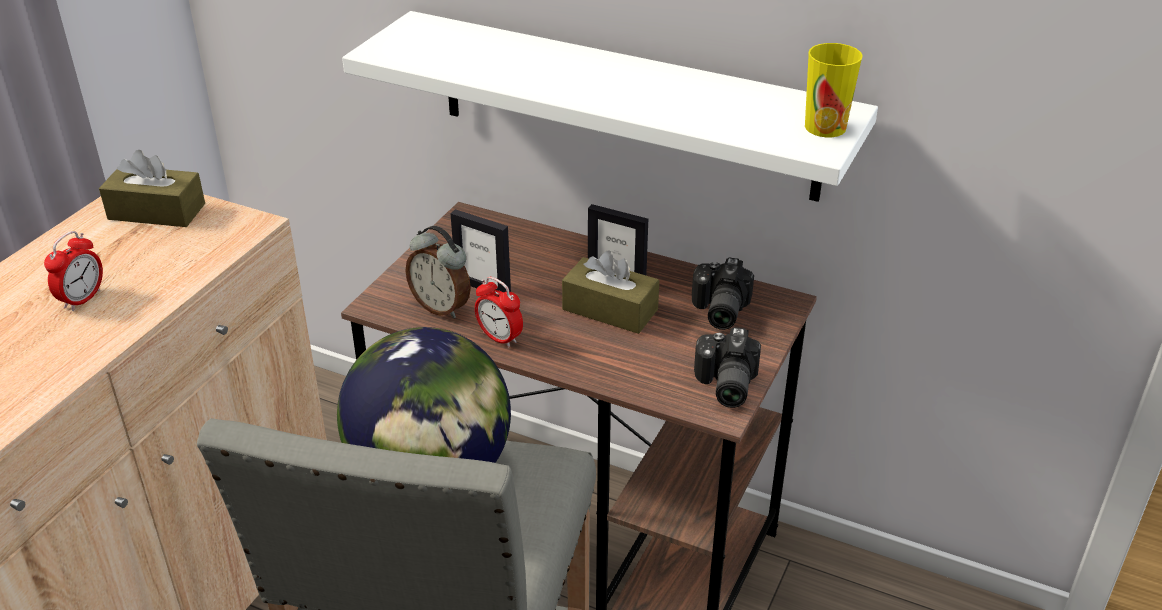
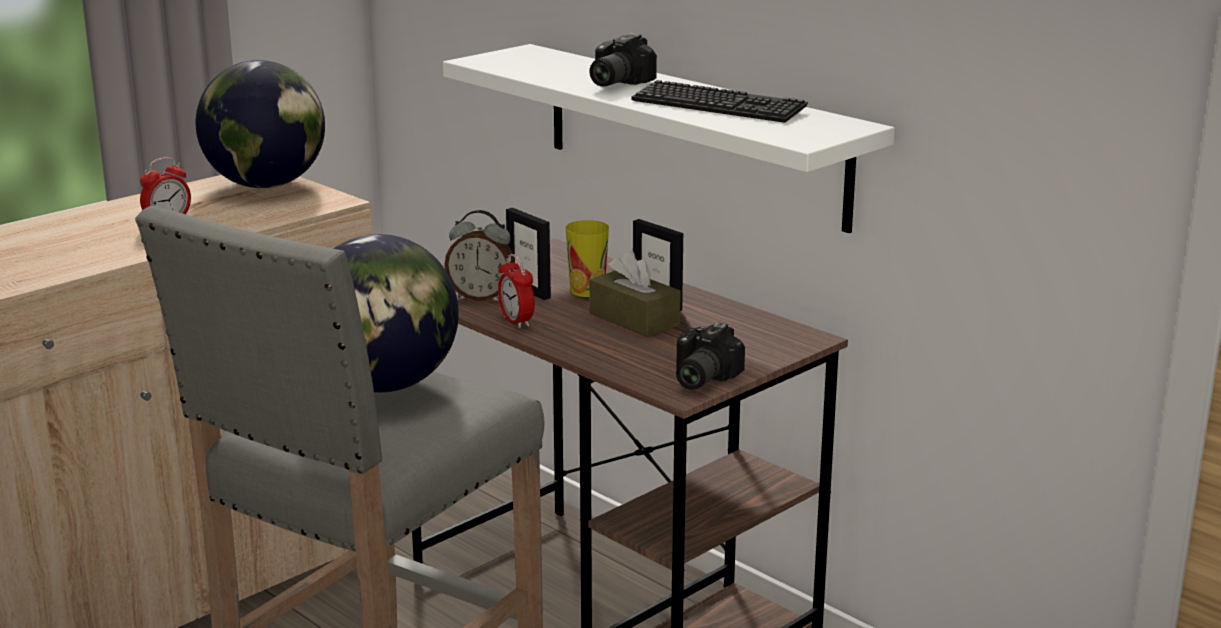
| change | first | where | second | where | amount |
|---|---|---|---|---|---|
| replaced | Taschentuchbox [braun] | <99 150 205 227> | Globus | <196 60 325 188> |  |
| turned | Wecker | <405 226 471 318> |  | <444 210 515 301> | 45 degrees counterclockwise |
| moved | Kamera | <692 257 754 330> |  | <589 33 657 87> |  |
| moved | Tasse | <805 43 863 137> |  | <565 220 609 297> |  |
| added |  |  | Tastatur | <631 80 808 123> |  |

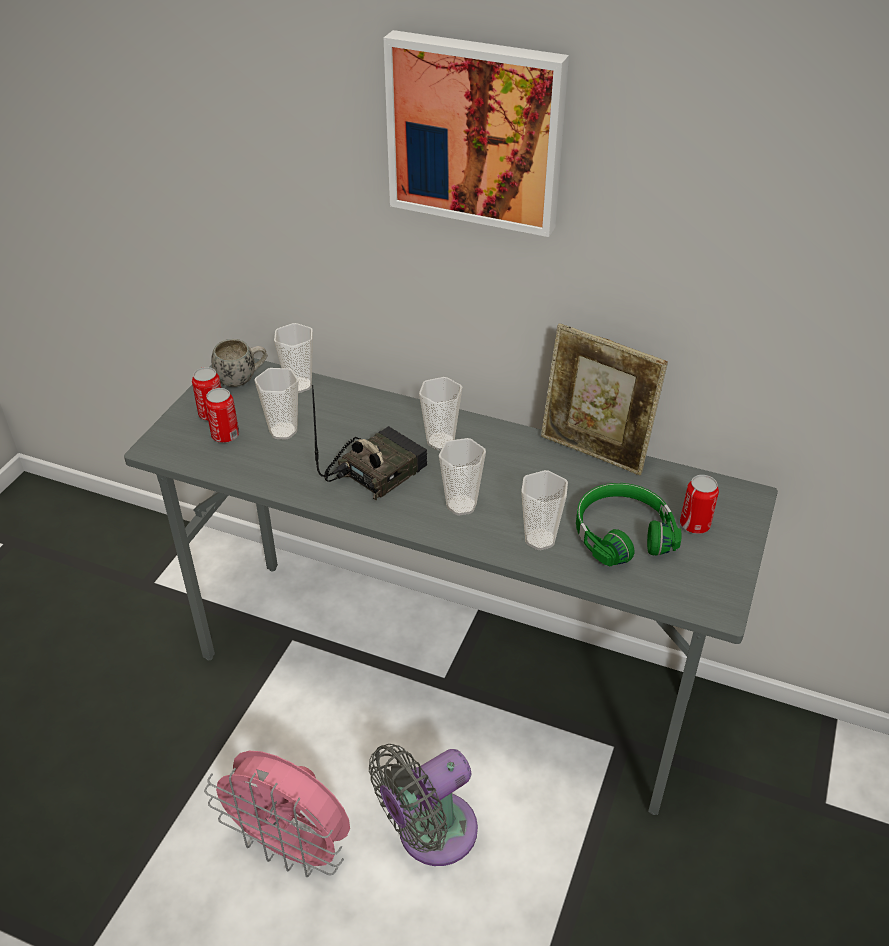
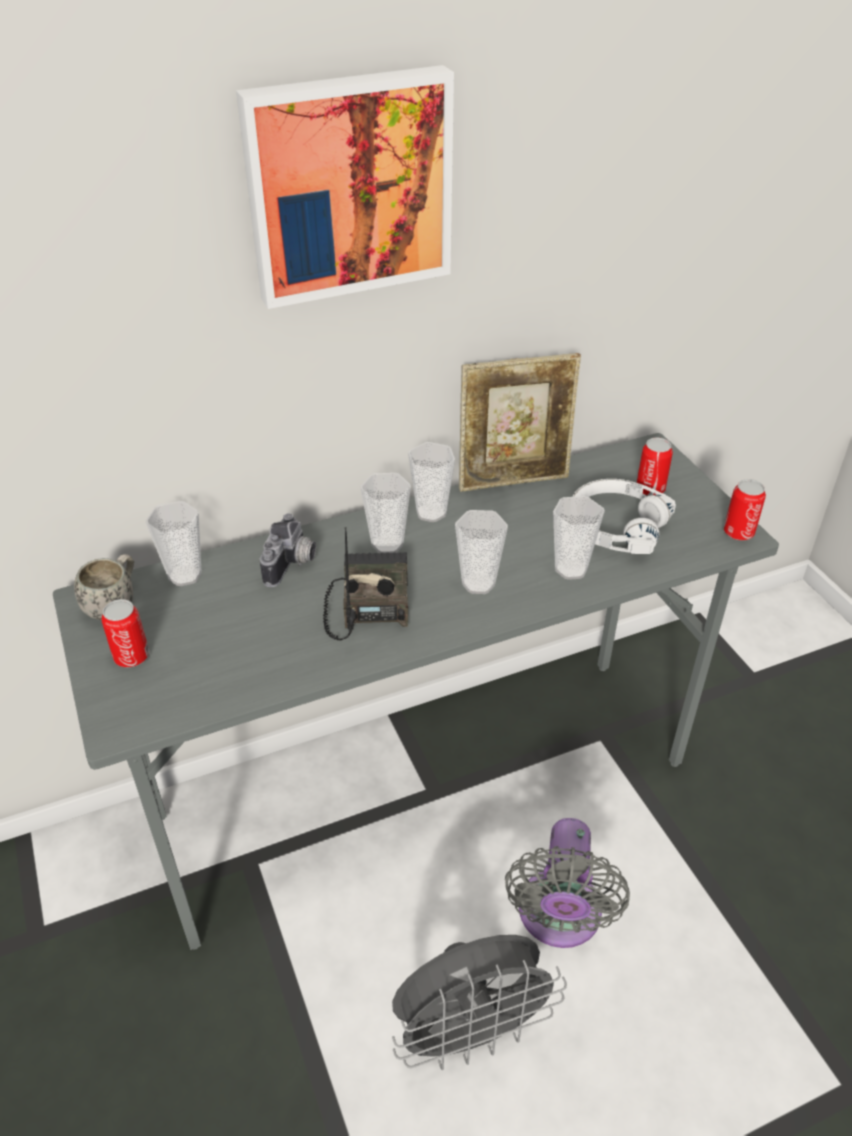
| change | first | where | second | where | amount |
|---|---|---|---|---|---|
| recoloured | Ventilator [rosa] | <204 751 350 877> | Ventilator [grau] | <392 935 567 1070> |  |
| moved | Dose | <205 388 239 443> |  | <724 479 766 540> |  |
| moved | Tasse | <254 368 298 440> |  | <408 442 455 522> |  |
| recoloured | Kopfhörer [grün] | <576 483 682 567> | Kopfhörer [weiß] | <572 479 676 554> |  |
| added |  |  | Kamera | <260 513 316 587> |  |

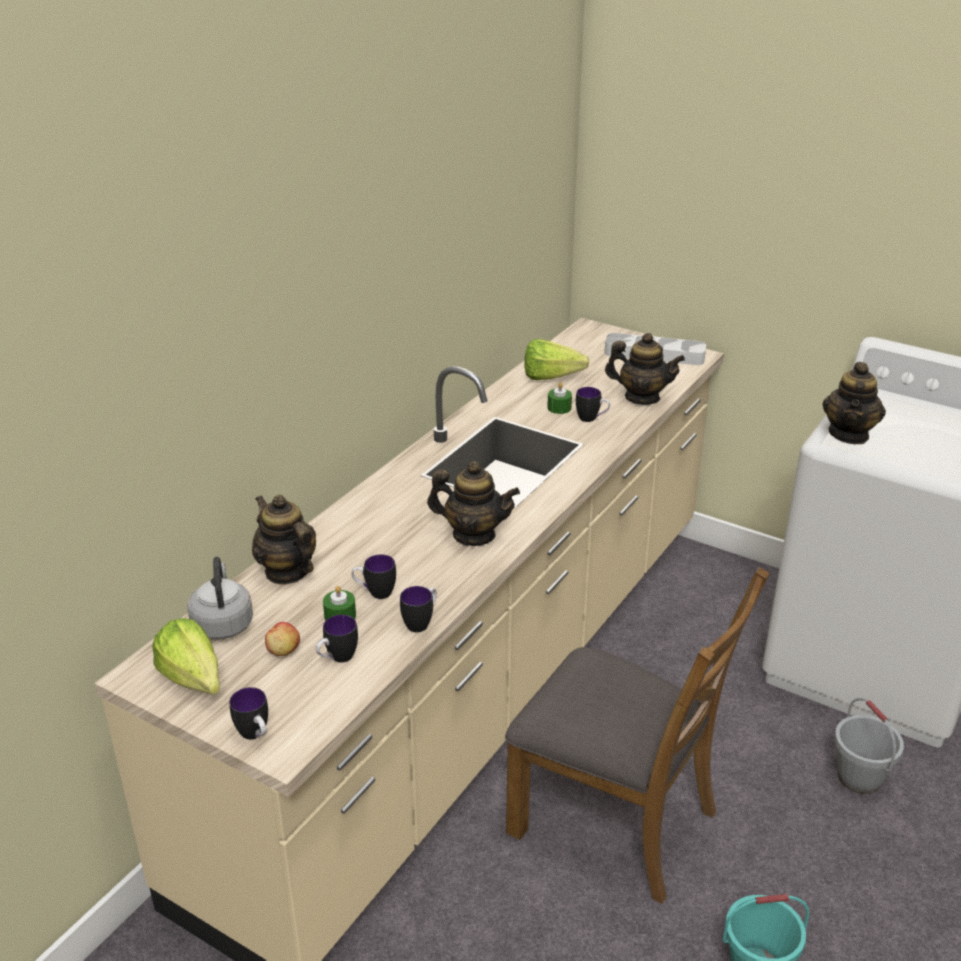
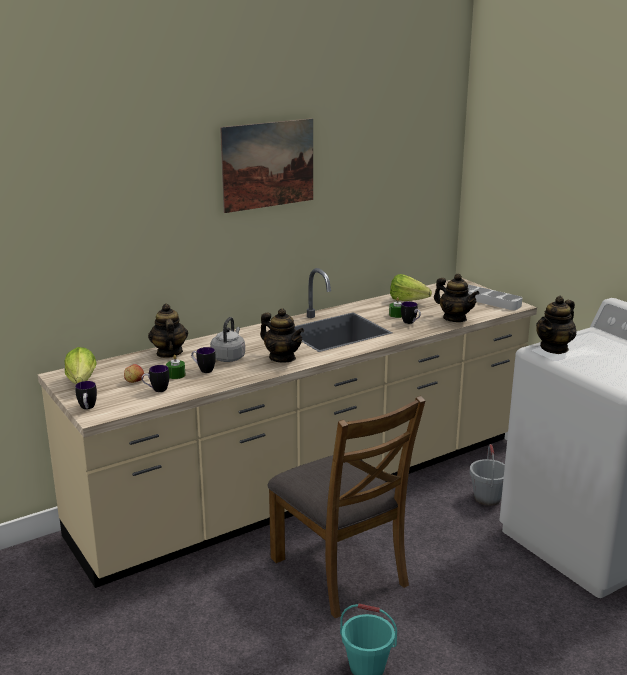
| change | first | where | second | where | amount |
|---|---|---|---|---|---|
| moved | Wasserkessel [grau] | <187 557 253 639> |  | <210 317 245 362> |  |
| removed | Henkelbecher | <400 586 437 632> |  |  |  |
| moved | Eimer [grau] | <834 698 904 794> |  | <470 444 505 506> |  |
| added |  |  | Bild | <220 118 313 213> |  |

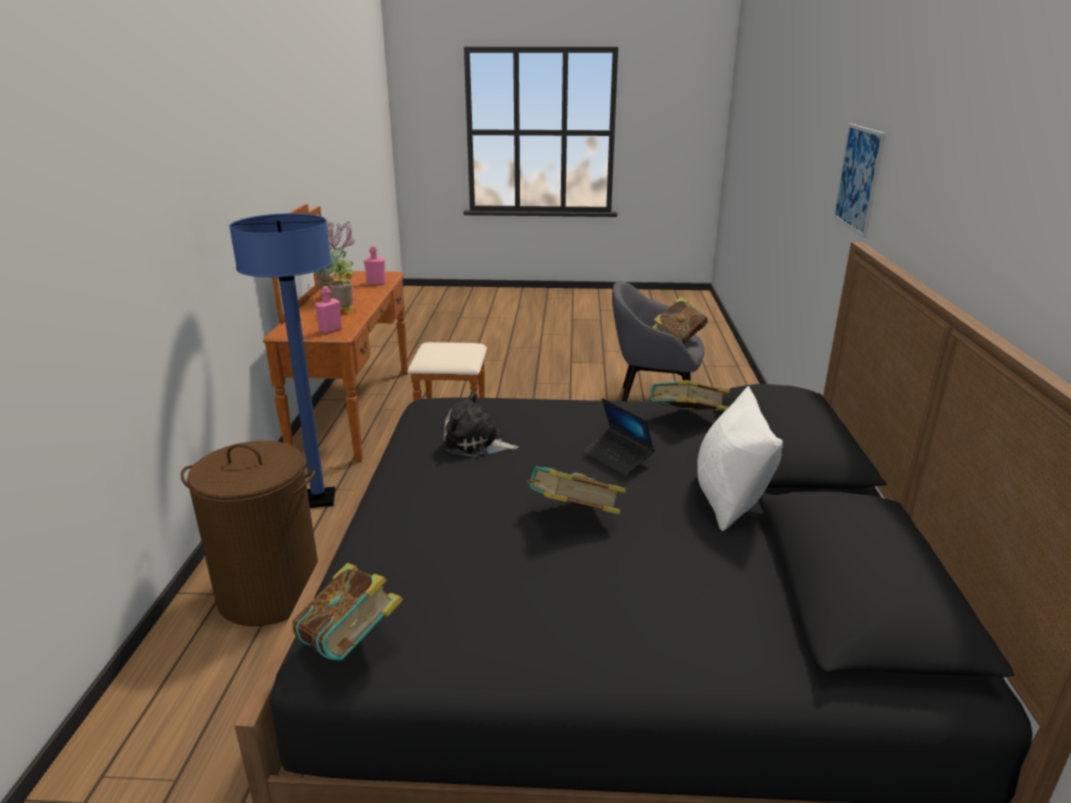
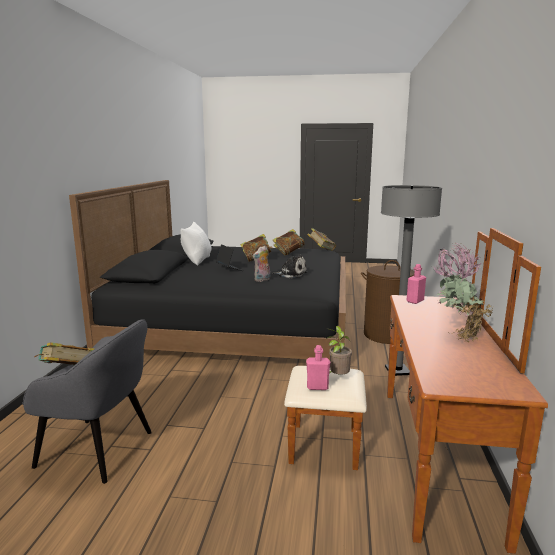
| change | first | where | second | where | amount |
|---|---|---|---|---|---|
| recoloured | Stehlampe [blau] | <229 213 336 508> | Stehlampe [grau] | <381 185 442 376> |  |
| moved | Topfpflanze | <330 262 356 312> |  | <326 326 352 374> |  |
| moved | Flasche [rosa] | <364 246 386 285> |  | <306 345 331 390> |  |
| moved | Buch | <650 380 730 411> |  | <273 229 305 255> |  |
| removed | Bild | <833 124 886 238> |  |  |  |
| added |  |  | Plüschtier | <253 246 270 282> |  |

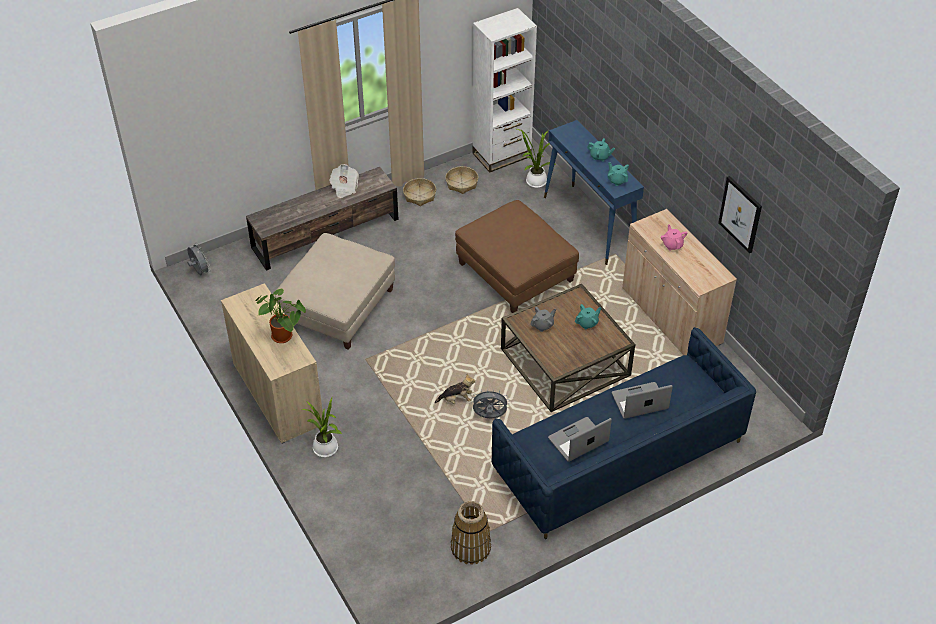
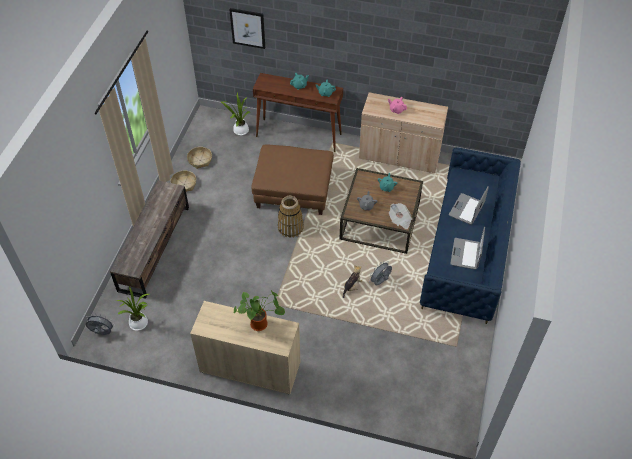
| change | first | where | second | where | amount |
|---|---|---|---|---|---|
| removed | Polsterhocker [beige] | <274 233 395 350> |  |  |  |
| moved | Topfpflanze | <300 397 342 457> |  | <116 287 149 331> |  |
| moved | Zeitung | <329 164 359 198> |  | <389 203 413 229> |  |
| moved | Korb | <451 501 491 565> |  | <278 196 304 238> |  |
| removed | Bücherregal [weiß] | <473 8 537 173> |  |  |  |
| recoloured | Konsolentisch [blau] | <544 120 644 265> | Konsolentisch [braun] | <253 73 343 152> |  |
| moved | Bild | <718 176 762 253> |  | <229 8 265 49> |  |

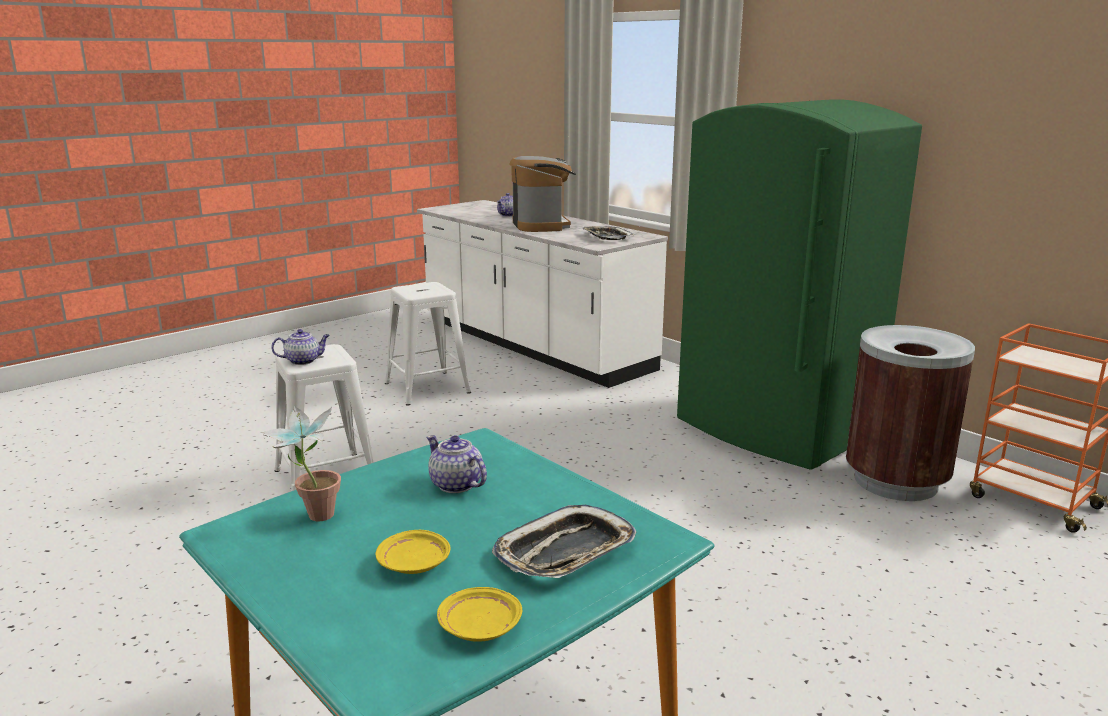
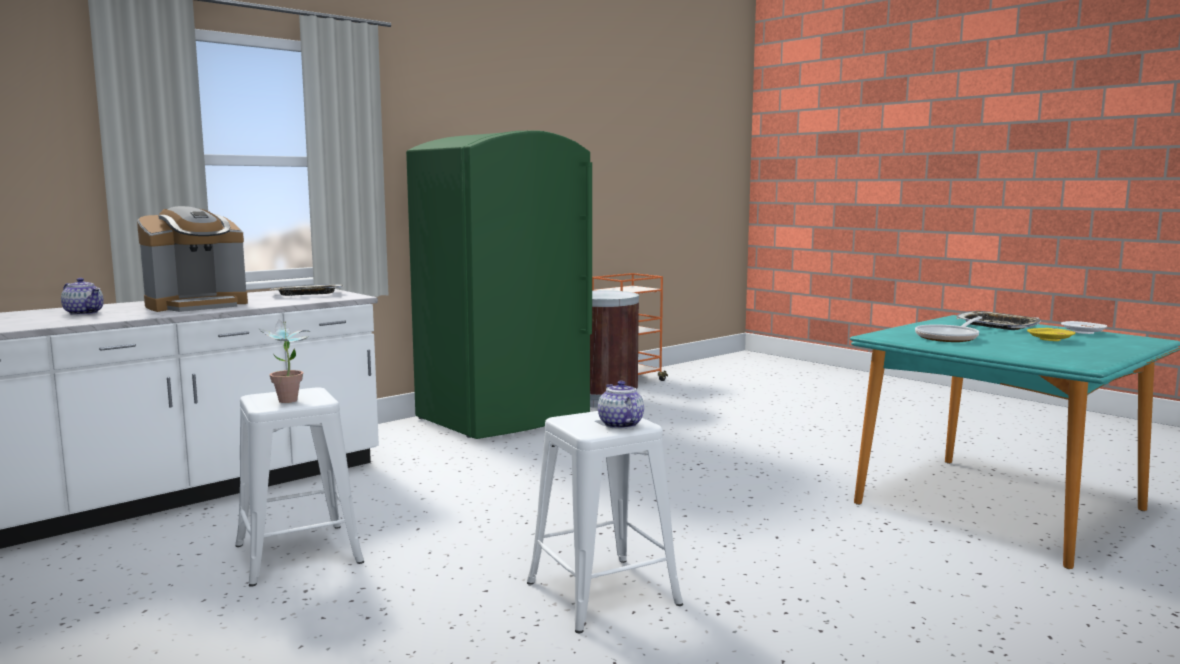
| change | first | where | second | where | amount |
|---|---|---|---|---|---|
| moved | Topfpflanze | <259 406 341 521> |  | <258 319 310 403> |  |
| replaced | Teekanne | <426 435 487 493> | Pfanne | <915 316 983 342> |  |
| recoloured | Teller [gelb] | <437 587 522 642> | Teller [weiß] | <1061 321 1107 334> |  |
| turned | Kaffeemaschine | <509 156 576 232> |  | <137 206 248 312> | 150 degrees clockwise |

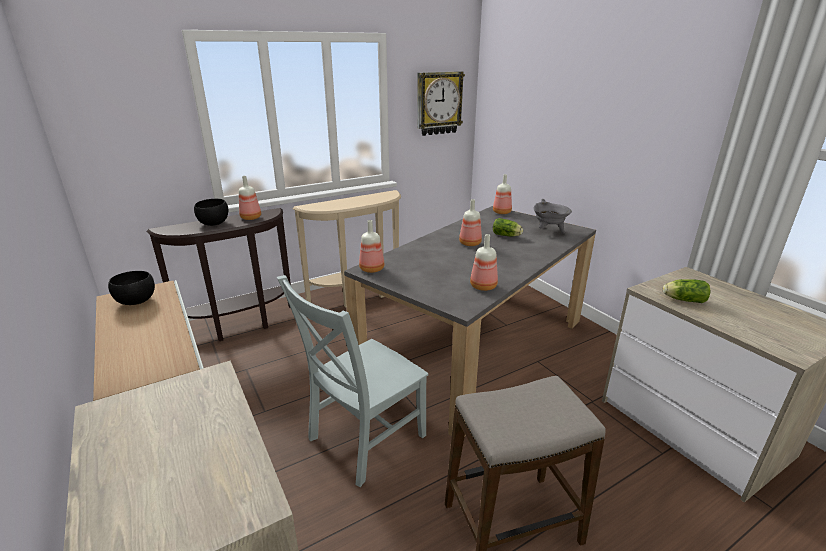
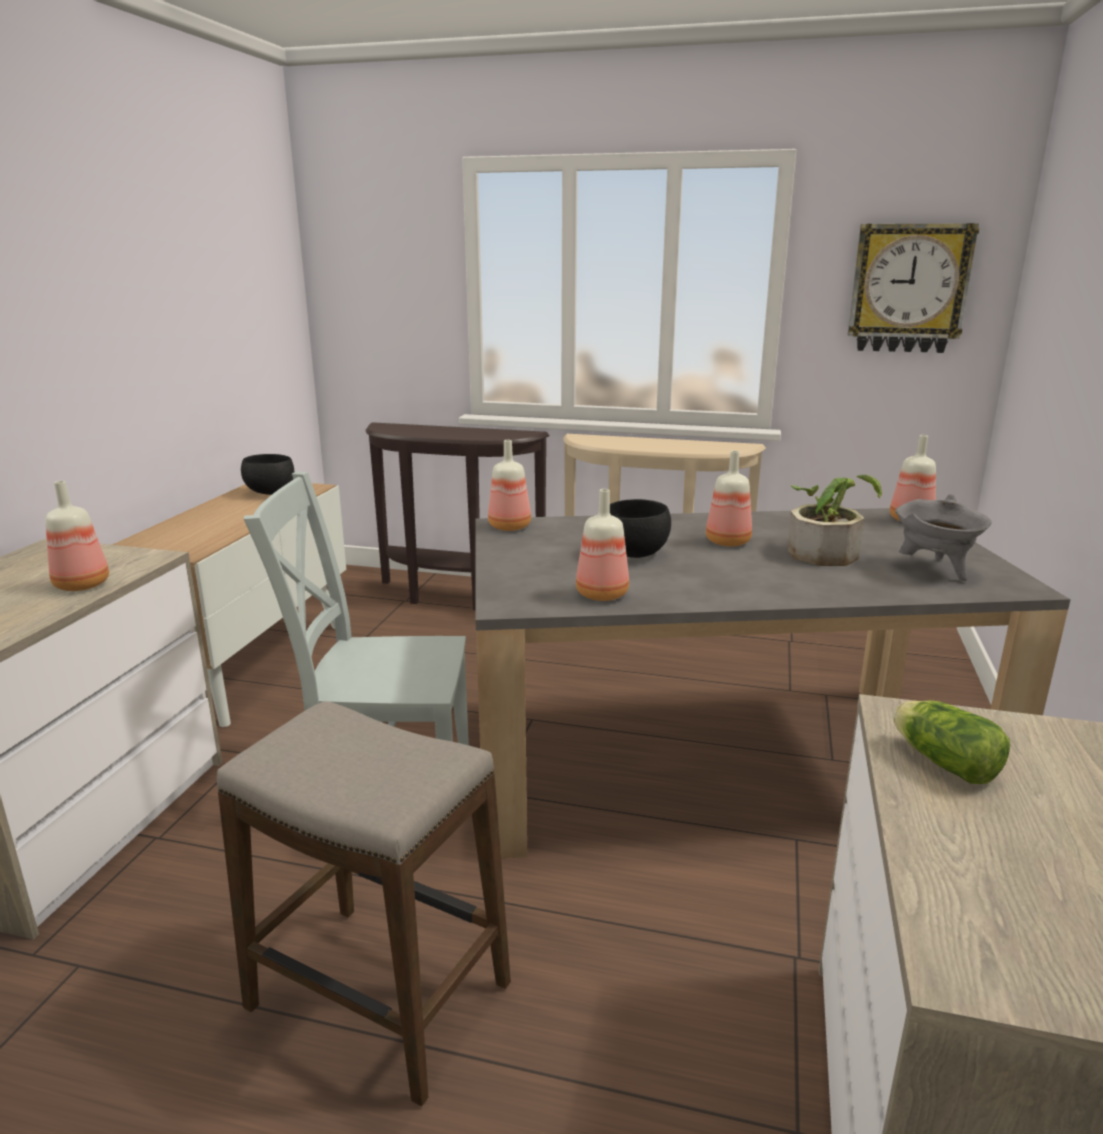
| change | first | where | second | where | amount |
|---|---|---|---|---|---|
| moved | Schüssel [schwarz] | <194 199 228 226> |  | <610 499 671 558> |  |
| moved | Flasche | <239 176 261 220> |  | <46 481 109 591> |  |
| replaced | Salatkopf | <493 218 523 236> | Topfpflanze | <788 475 882 566> |  |

